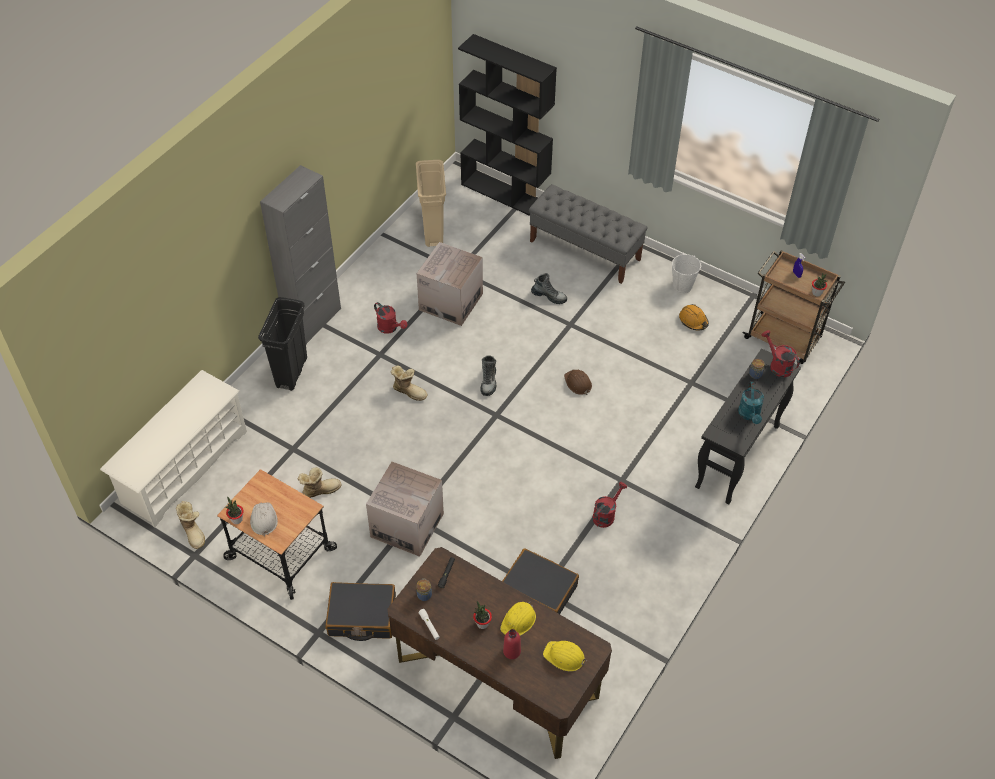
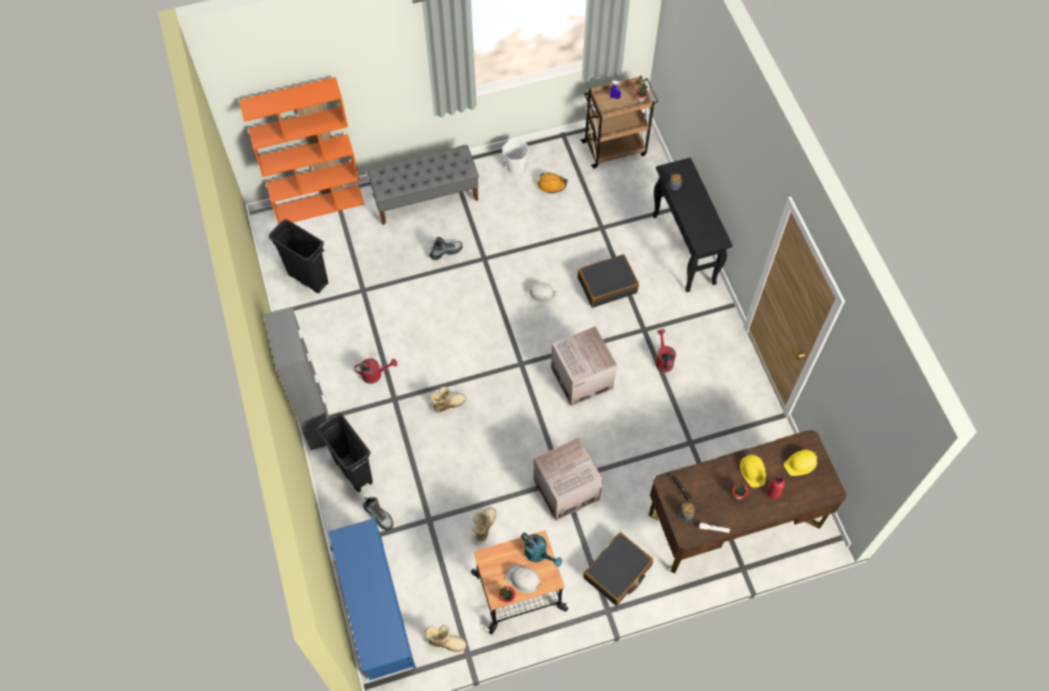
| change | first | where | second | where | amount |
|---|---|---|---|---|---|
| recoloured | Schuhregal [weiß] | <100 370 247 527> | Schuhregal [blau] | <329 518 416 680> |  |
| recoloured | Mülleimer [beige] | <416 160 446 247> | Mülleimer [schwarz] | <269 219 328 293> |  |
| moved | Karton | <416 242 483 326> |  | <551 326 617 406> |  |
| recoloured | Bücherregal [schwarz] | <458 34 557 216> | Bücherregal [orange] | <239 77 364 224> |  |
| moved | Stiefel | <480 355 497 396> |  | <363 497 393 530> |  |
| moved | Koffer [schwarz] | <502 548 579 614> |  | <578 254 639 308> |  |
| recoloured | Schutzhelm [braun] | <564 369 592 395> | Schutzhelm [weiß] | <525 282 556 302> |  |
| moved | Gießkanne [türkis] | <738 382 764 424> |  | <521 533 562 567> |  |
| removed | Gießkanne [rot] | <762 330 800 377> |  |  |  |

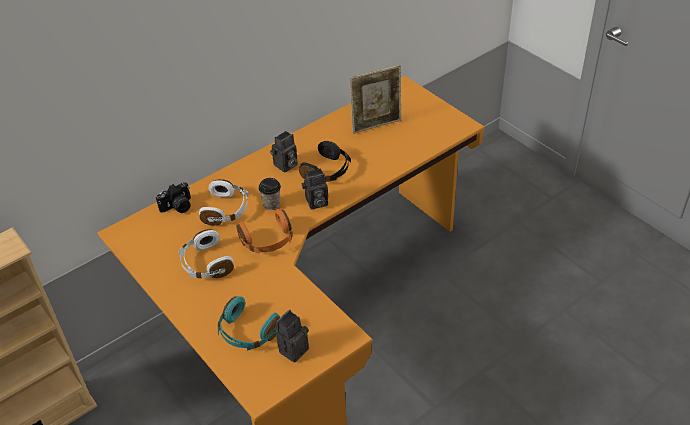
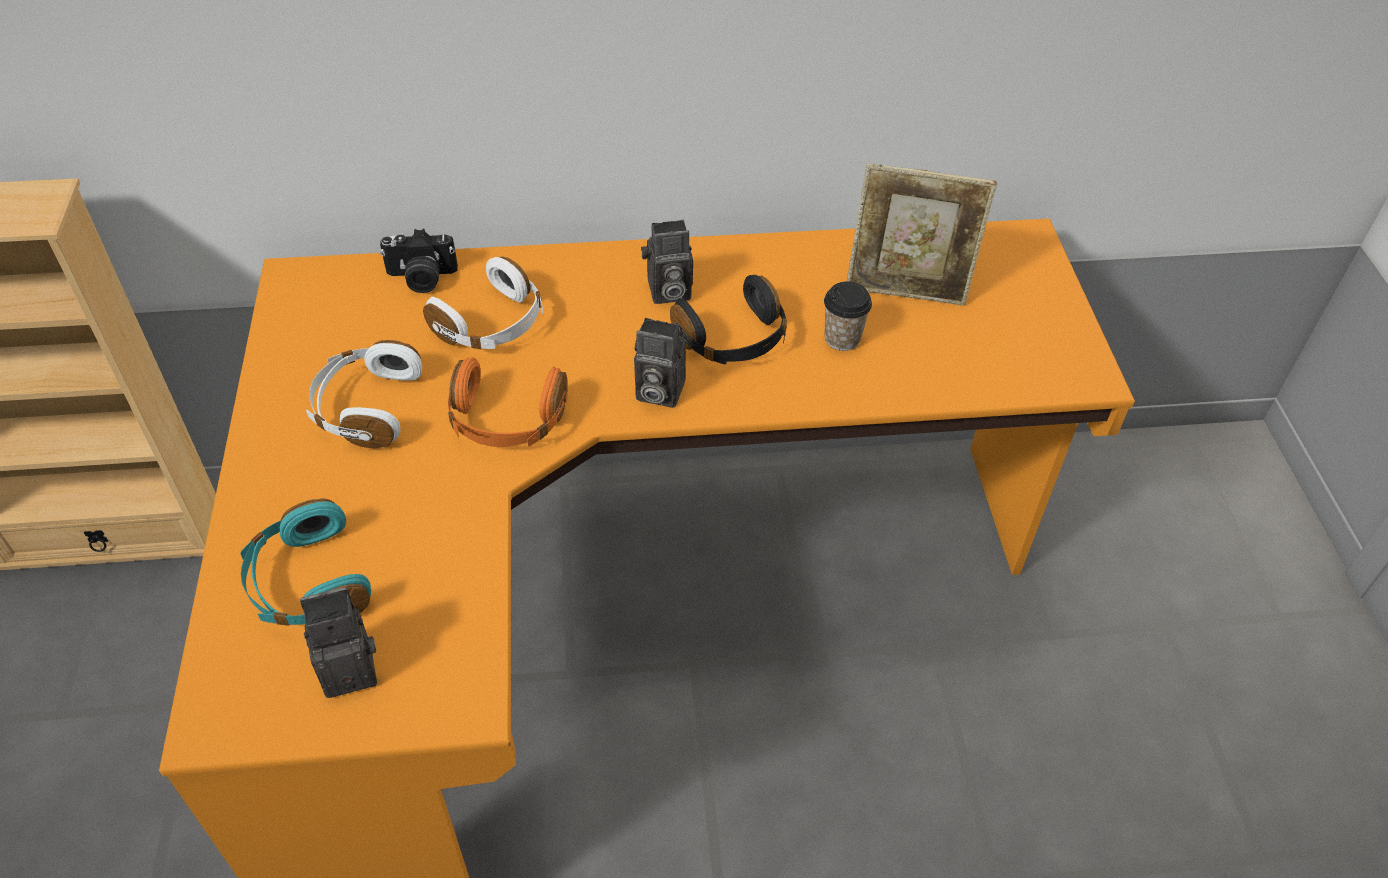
| change | first | where | second | where | amount |
|---|---|---|---|---|---|
| moved | Tasse | <258 178 281 210> |  | <824 281 872 351> |  |

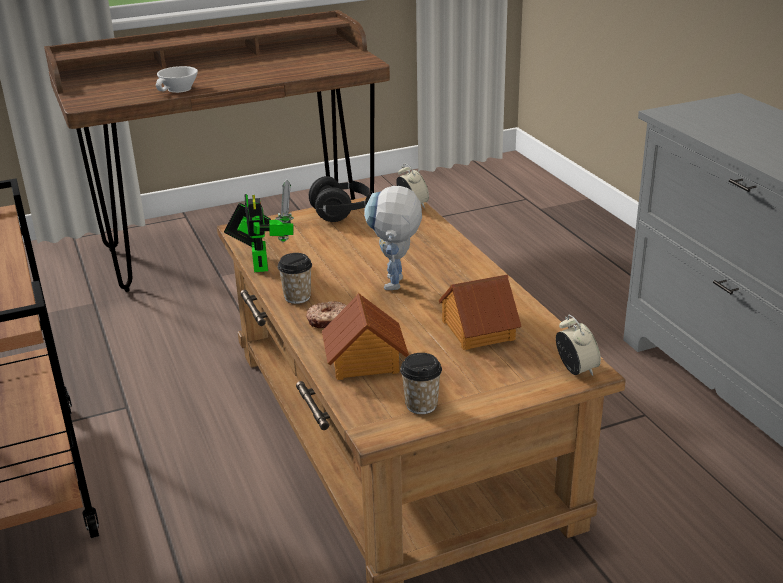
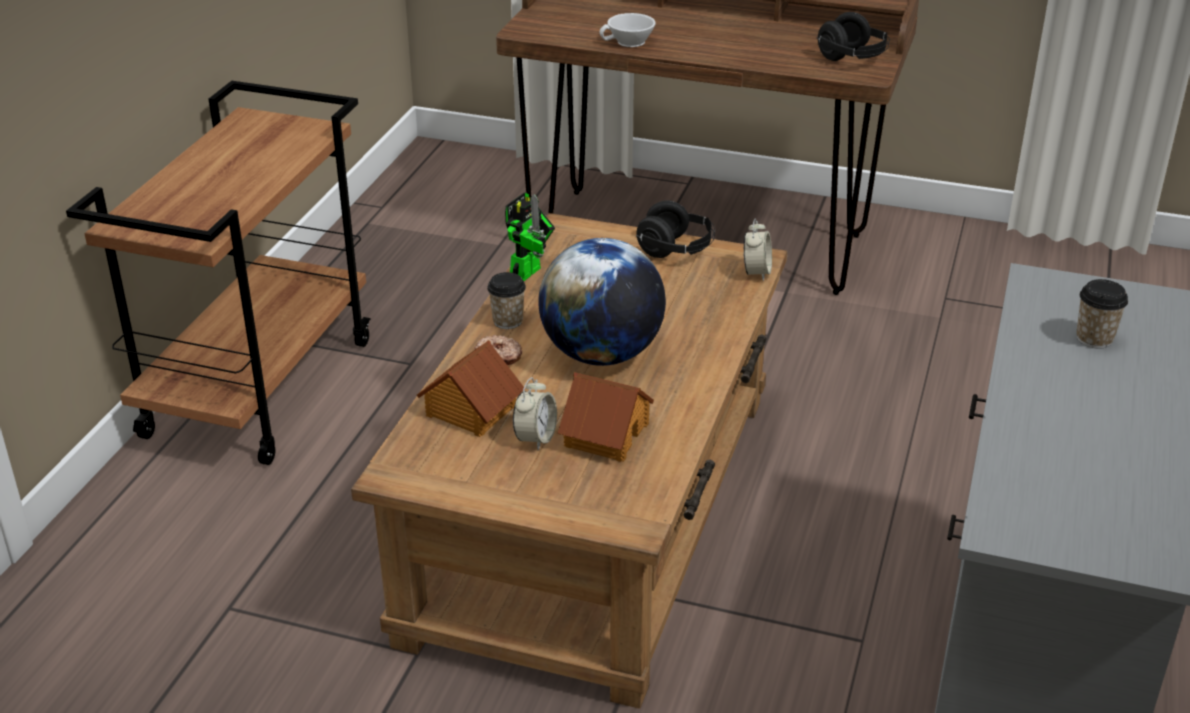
| change | first | where | second | where | amount |
|---|---|---|---|---|---|
| replaced | Spielzeugroboter | <364 186 422 290> | Globus | <538 238 666 366> |  |
| moved | Tasse | <400 353 442 414> |  | <1076 279 1128 349> |  |
| moved | Wecker | <556 315 601 376> |  | <513 377 557 450> |  |
| added |  |  | Kopfhörer [schwarz] | <816 12 890 61> |  |

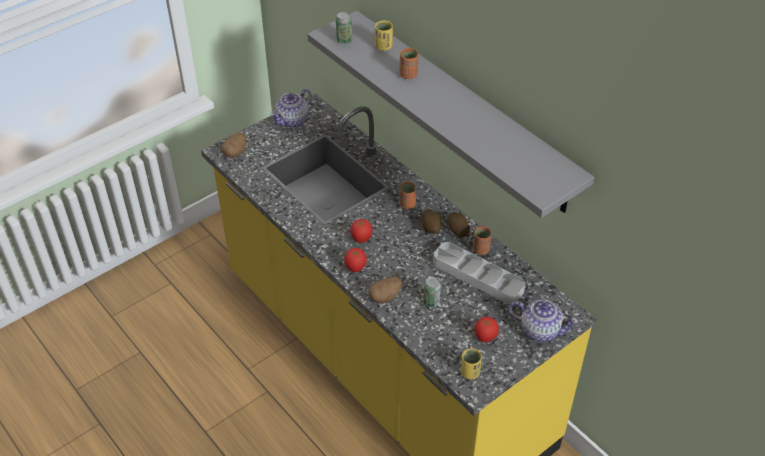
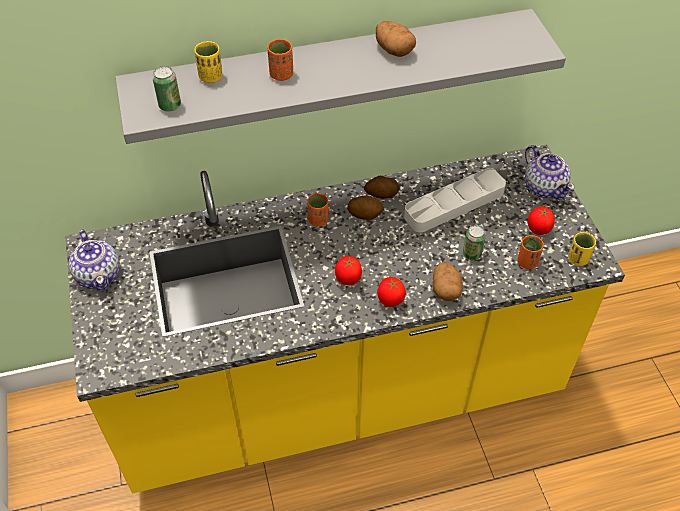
| change | first | where | second | where | amount |
|---|---|---|---|---|---|
| moved | Kartoffel | <221 133 246 158> |  | <376 21 416 57> |  |
| moved | Tasse [orange] | <473 226 492 255> |  | <518 235 544 269> |  |
| turned | Teekanne | <509 300 578 342> |  | <525 145 575 199> | 105 degrees clockwise |

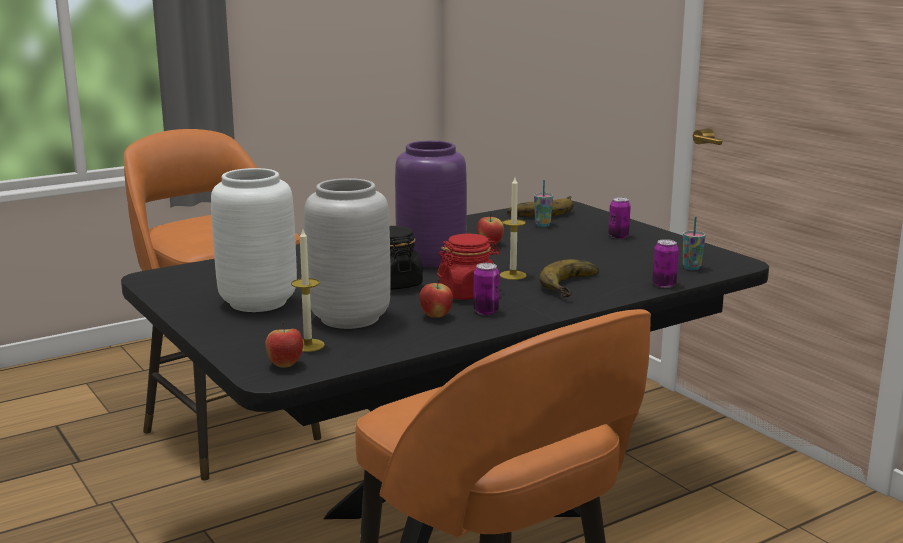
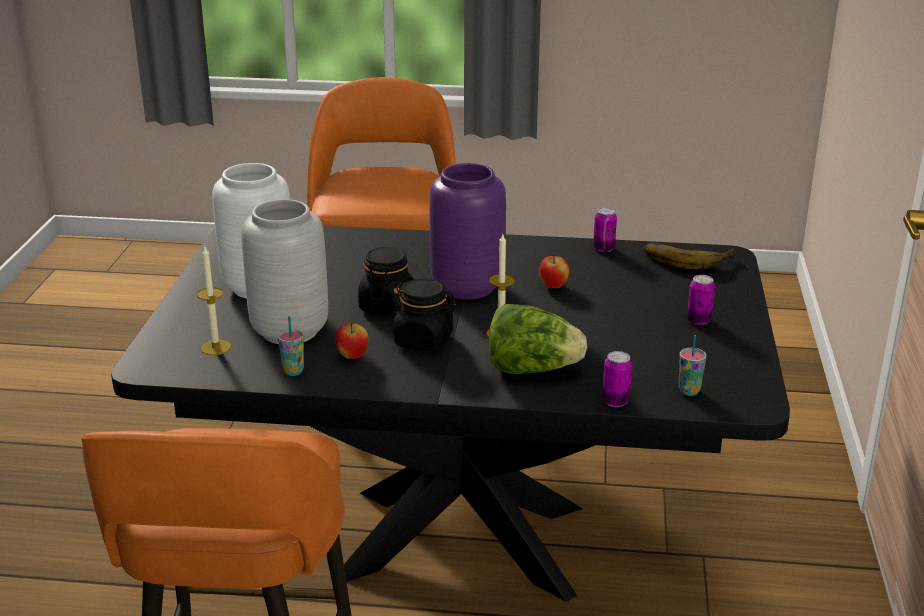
| change | first | where | second | where | amount |
|---|---|---|---|---|---|
| removed | Apfel | <266 321 303 368> |  |  |  |
| recoloured | Vorratsglas [rot] | <437 234 500 300> | Vorratsglas [schwarz] | <391 278 458 351> |  |
| moved | Dose | <473 263 499 315> |  | <593 207 617 252> |  |
| moved | Tasse | <534 180 553 227> |  | <278 316 304 376> |  |
| replaced | Banane | <539 259 599 298> | Salatkopf | <488 304 587 374> |  |

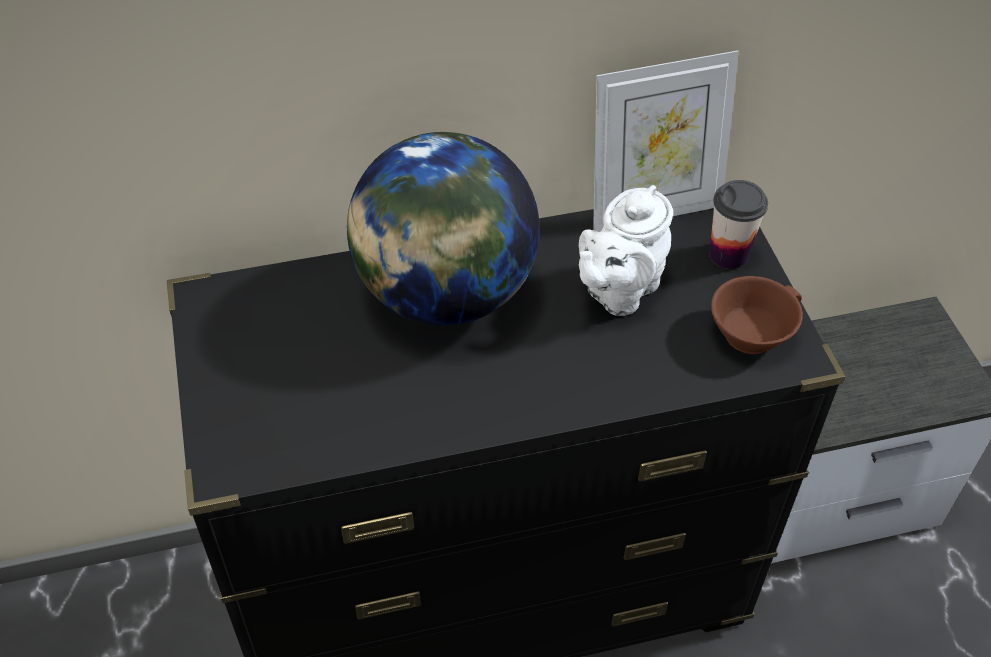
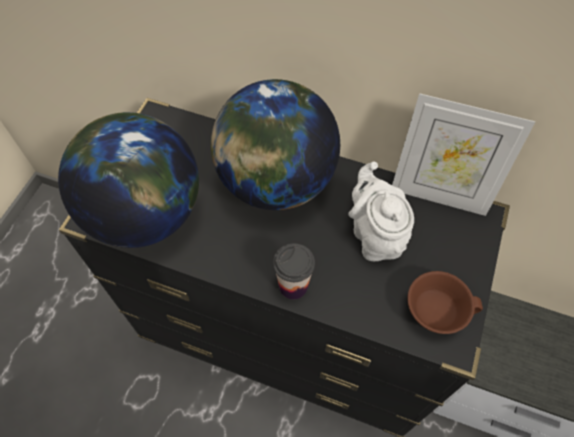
| change | first | where | second | where | amount |
|---|---|---|---|---|---|
| turned | Teekanne [weiß] | <579 185 673 316> |  | <348 161 414 261> | 90 degrees clockwise |
| moved | Tasse | <709 180 768 269> |  | <273 243 315 299> |  |
| added |  |  | Globus | <58 112 199 248> |  |

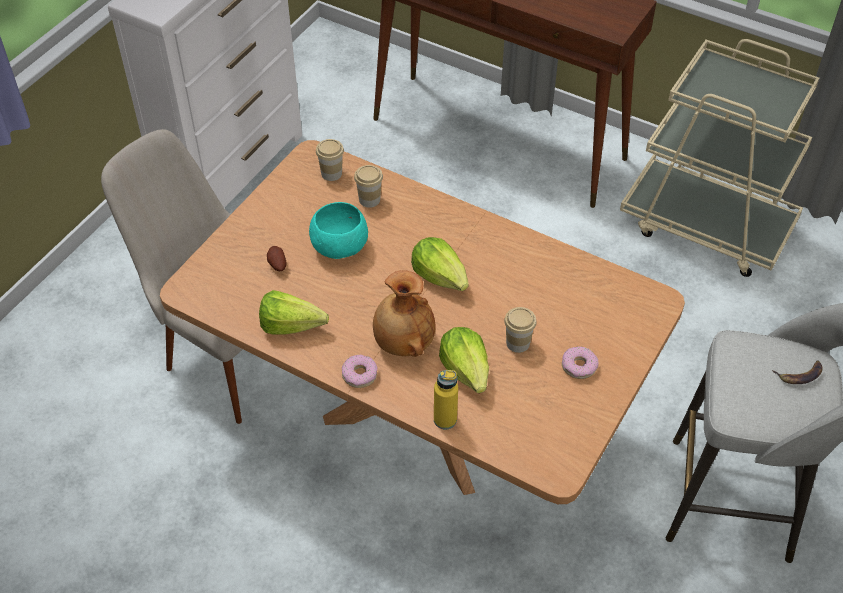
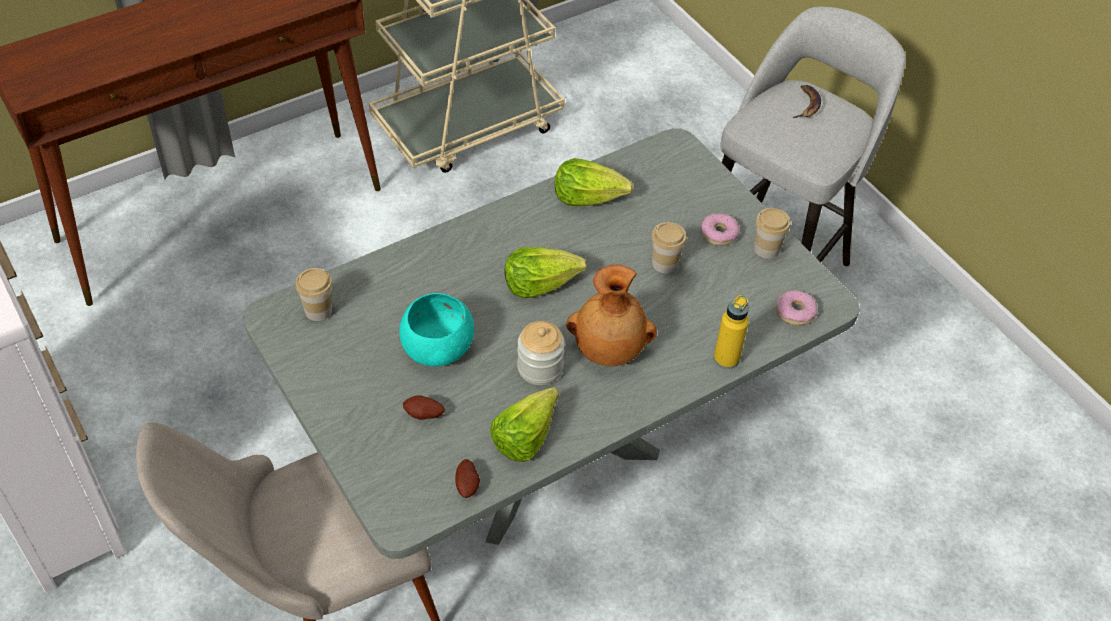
| change | first | where | second | where | amount |
|---|---|---|---|---|---|
| recoloured | Esstisch [braun] | <160 140 685 504> | Esstisch [grau] | <243 128 860 559> |  |
| moved | Donut | <342 355 378 388> |  | <777 290 817 326> |  |
| moved | Tasse | <354 165 383 208> |  | <754 208 791 259> |  |
| moved | Salatkopf | <439 327 489 393> |  | <555 158 633 206> |  |
| added |  |  | Kartoffel | <455 459 480 498> |  |
| added |  |  | Vorratsglas | <517 321 565 385> |  |

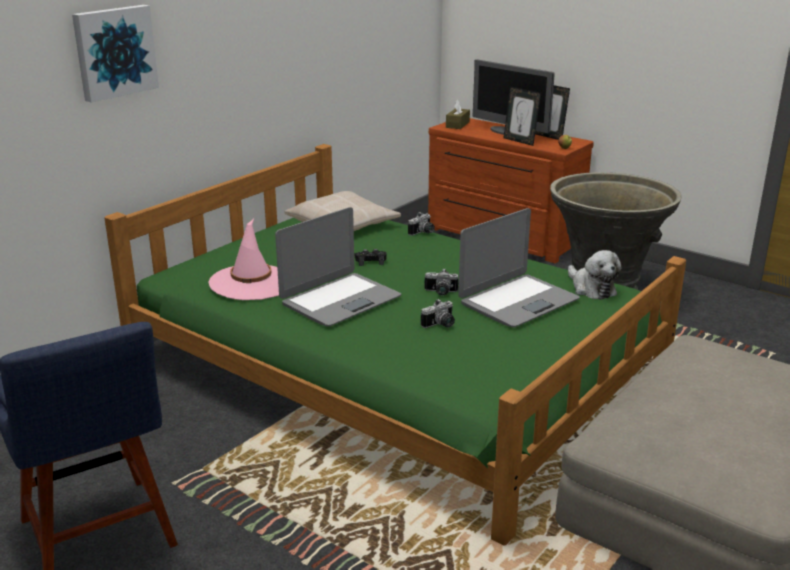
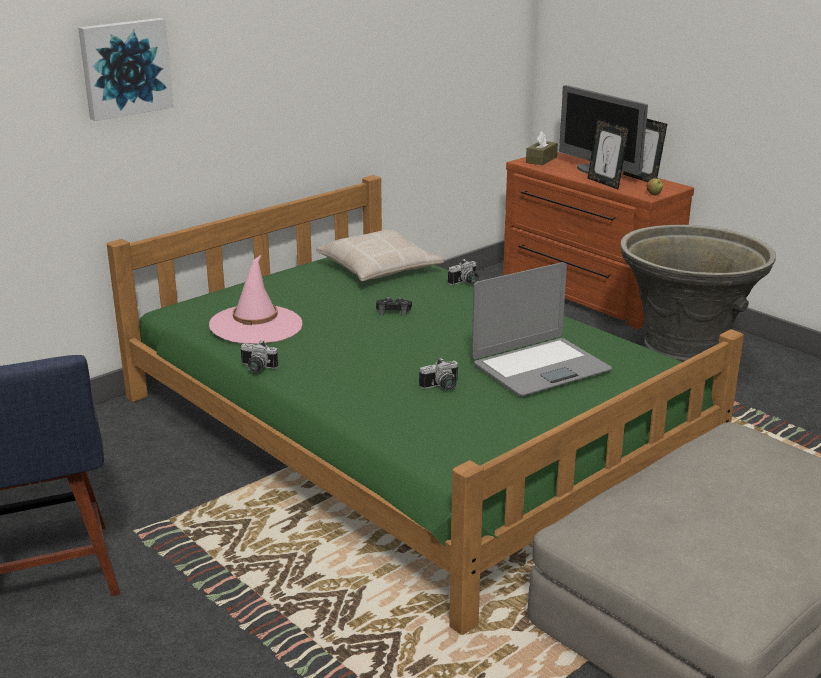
| change | first | where | second | where | amount |
|---|---|---|---|---|---|
| removed | Laptop | <275 207 401 327> |  |  |  |
| moved | Kamera | <425 269 459 296> |  | <241 340 278 372> |  |
| removed | Plüschtier | <568 250 621 300> |  |  |  |

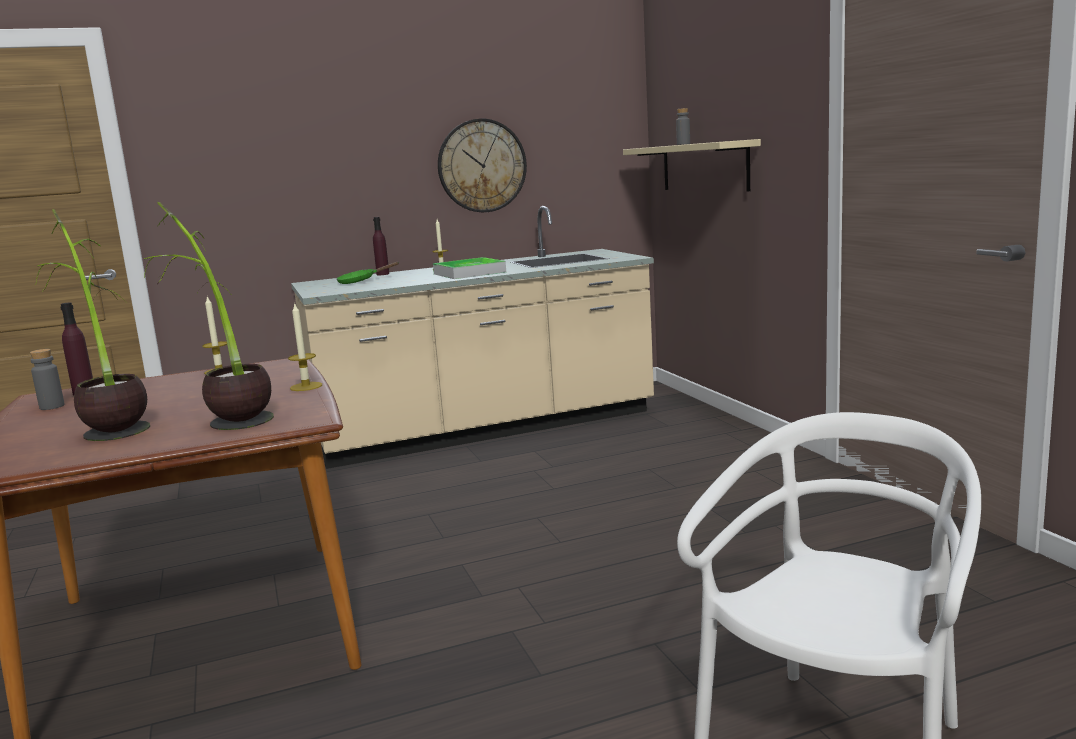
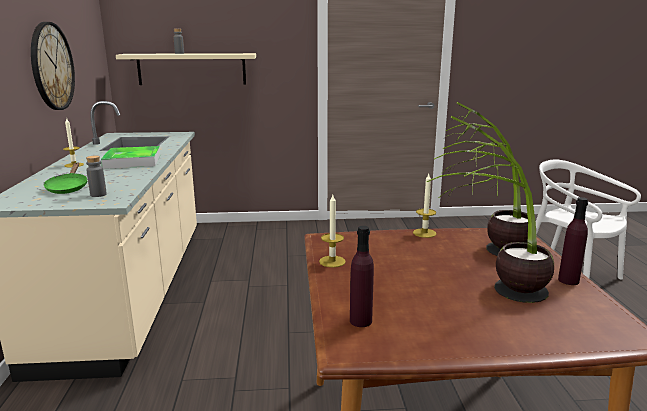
| change | first | where | second | where | amount |
|---|---|---|---|---|---|
| moved | Flasche [grau] | <30 349 65 410> |  | <86 156 107 197> |  |
| moved | Flasche [lila] | <373 217 389 275> |  | <558 197 588 285> |  |

